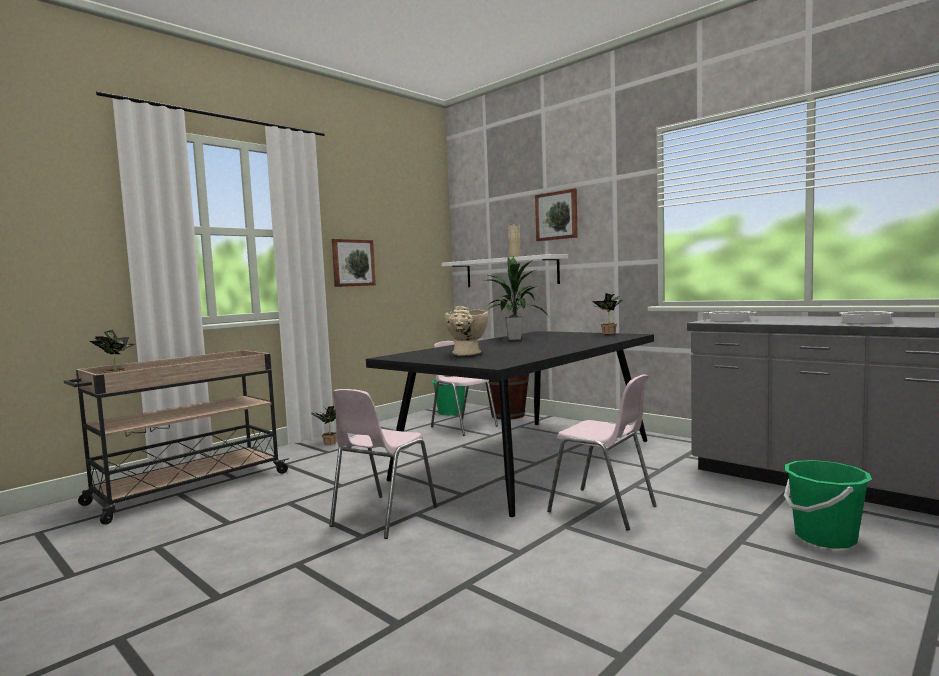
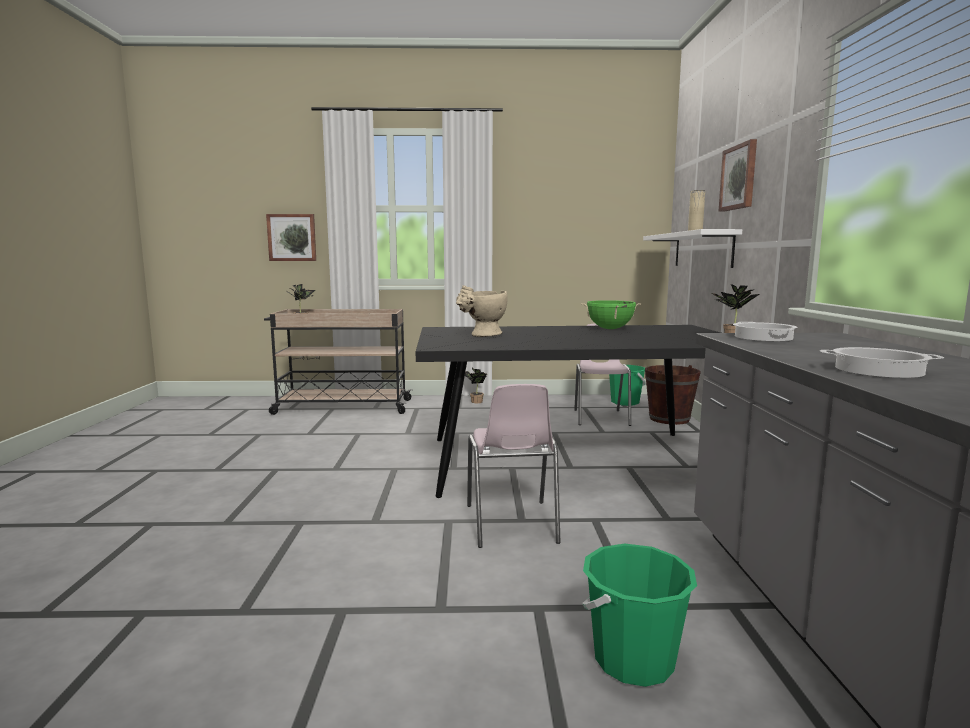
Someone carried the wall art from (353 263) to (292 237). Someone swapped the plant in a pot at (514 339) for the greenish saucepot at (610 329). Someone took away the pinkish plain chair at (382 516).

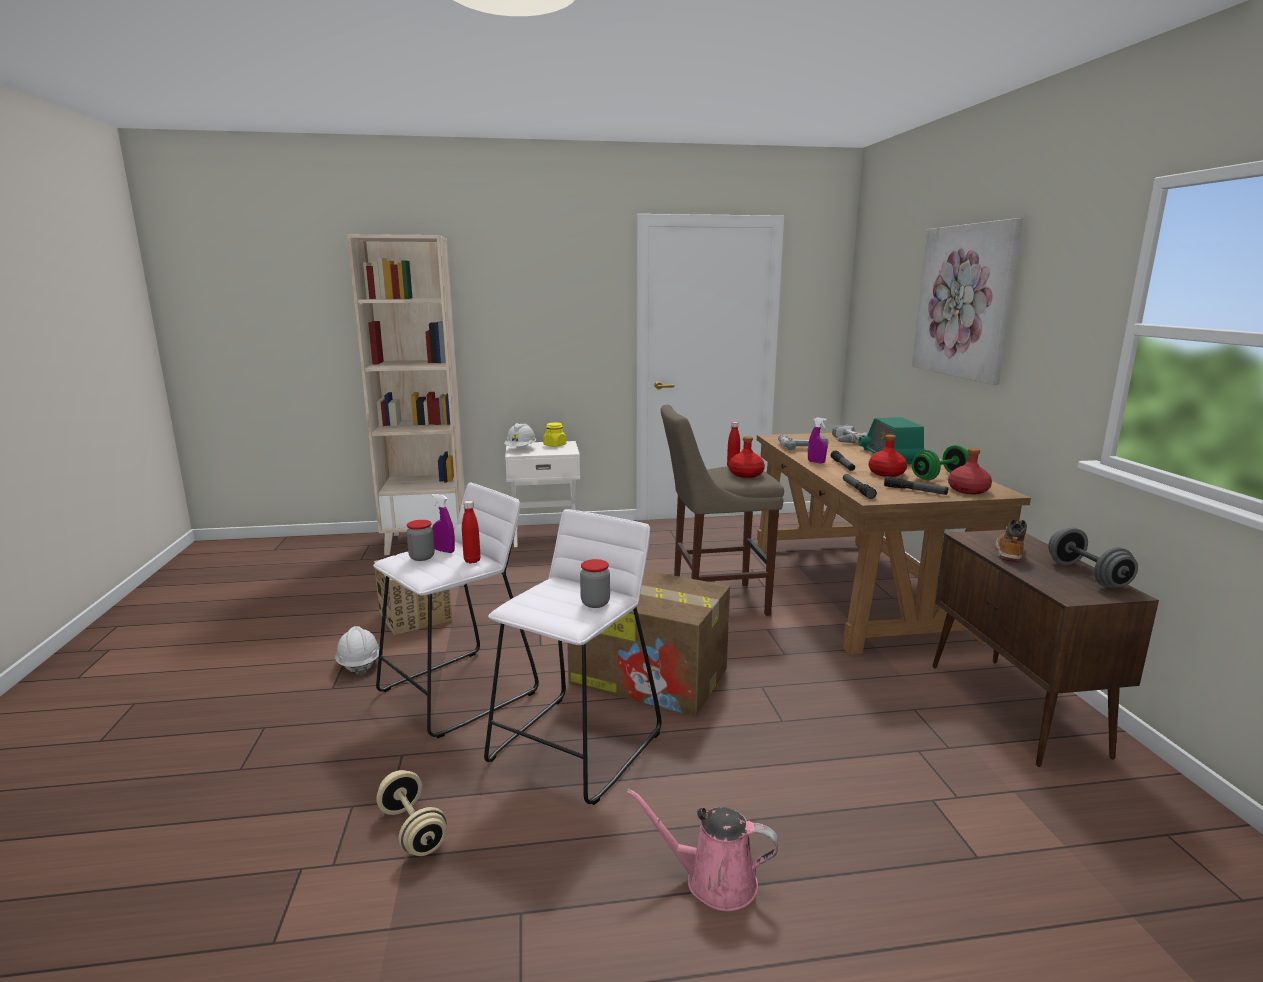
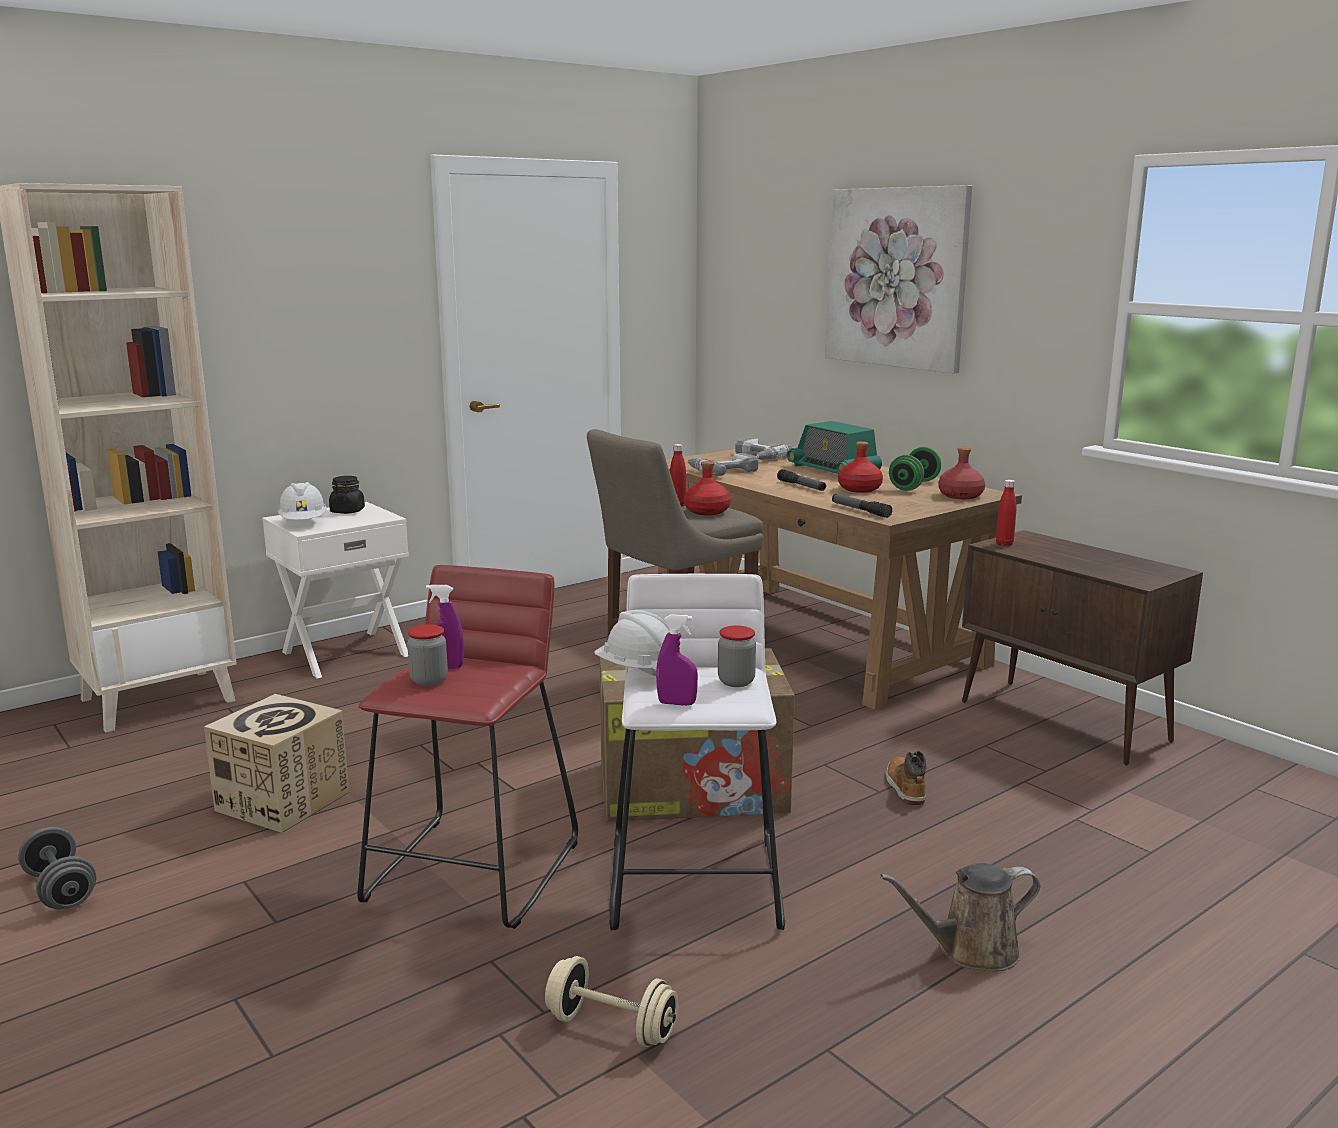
Someone carried the purple spray bottle from (816 462) to (677 703). Someone repainted the yellow-coloured preserve jar at (555 445), which became the blackish preserve jar at (347 511). Someone took away the hand torch at (915 491). Someone repainted the white stool at (458 692), which became the red stool at (474 871). Someone carried the red beverage bottle from (472 561) to (1004 544). Someone carried the tall boot from (1009 551) to (905 787). Someone carried the greyish hand weight from (1087 575) to (60 890). Someone carried the white work helmet from (359 663) to (638 672). Someone repainted the pinkish watering can at (713 881), which became the brownish watering can at (970 950).

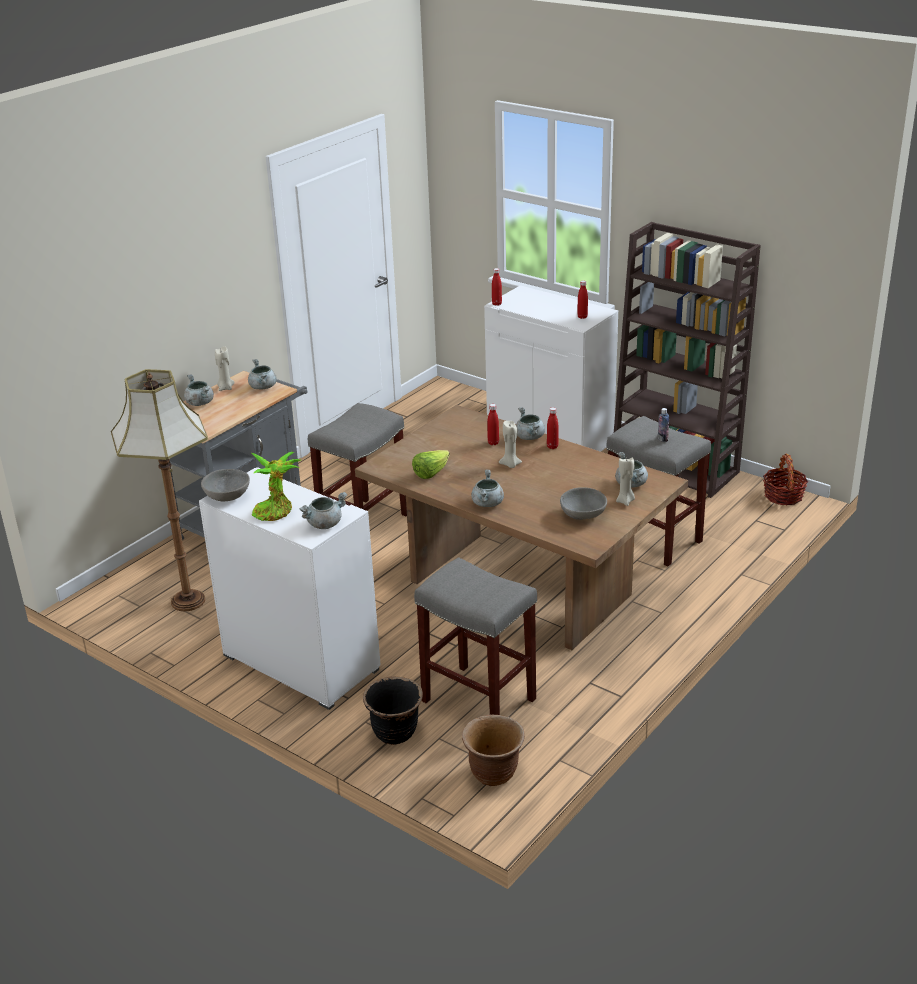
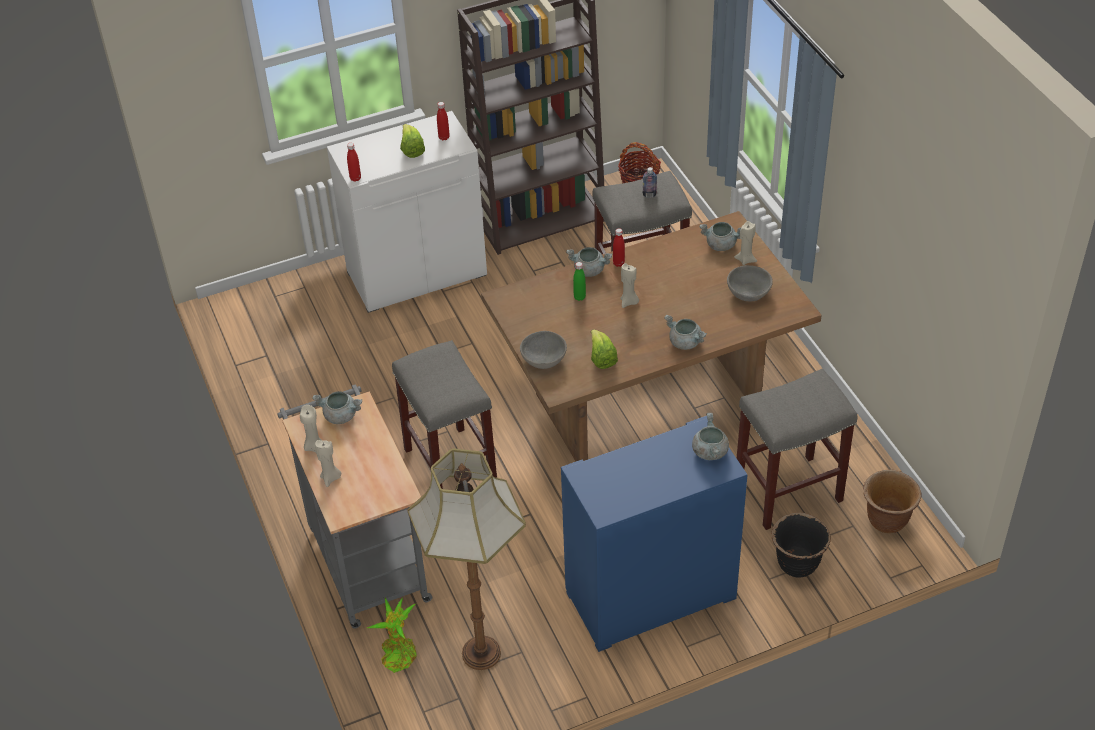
Someone swapped the greyish saucepot at (199 403) for the beige wax candle at (331 478). Someone repainted the red beverage bottle at (493 443), which became the greenish beverage bottle at (579 297). Someone carried the plant in a pot from (276 511) to (398 653). Someone repainted the white cabinet at (299 662), which became the blue cabinet at (650 596). Someone carried the greyish serving bowl from (228 496) to (543 359). Someone put down the lettuce head at (411 150).

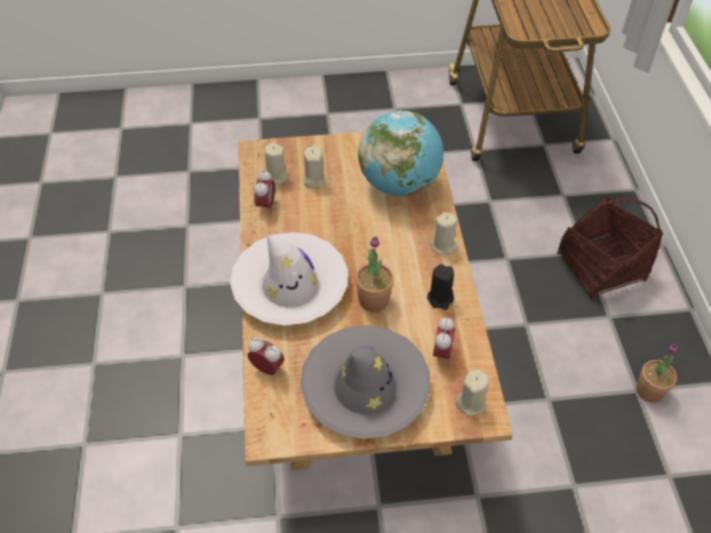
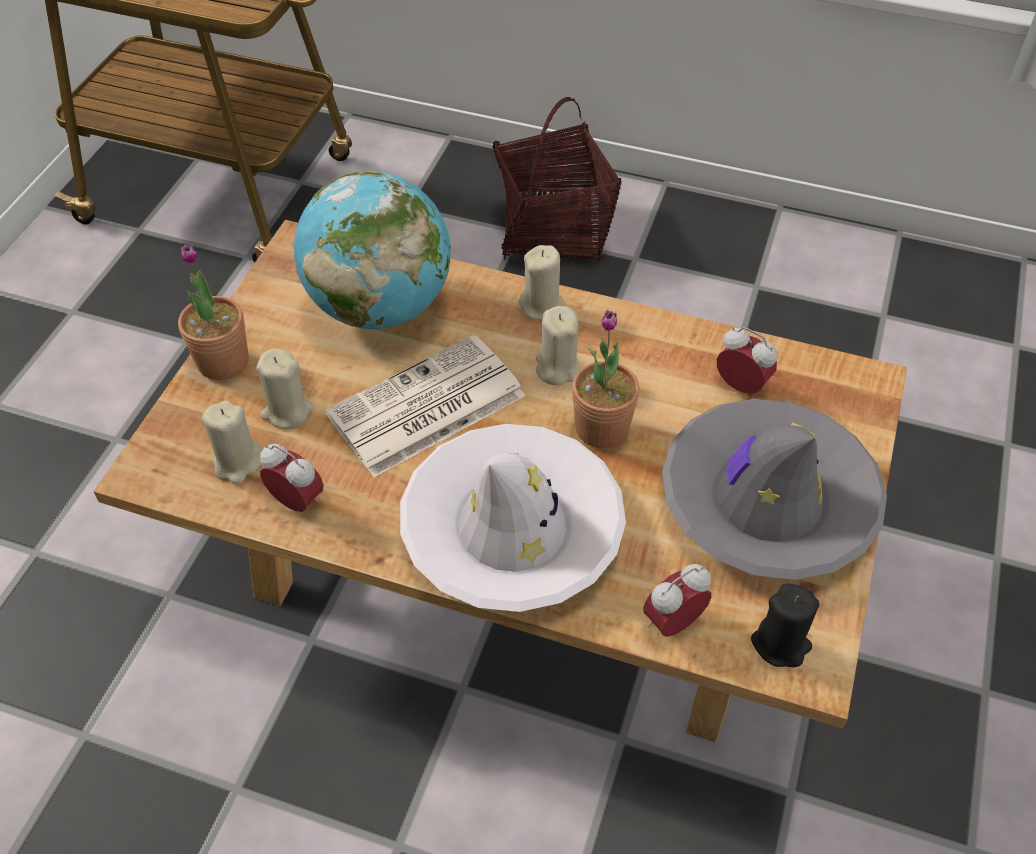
Someone carried the blackish wax candle from (440 298) to (780 644). Someone carried the plant in a pot from (649 391) to (223 361). Someone carried the beige wax candle from (471 402) to (557 368). Someone put down the printed paper at (425 408).

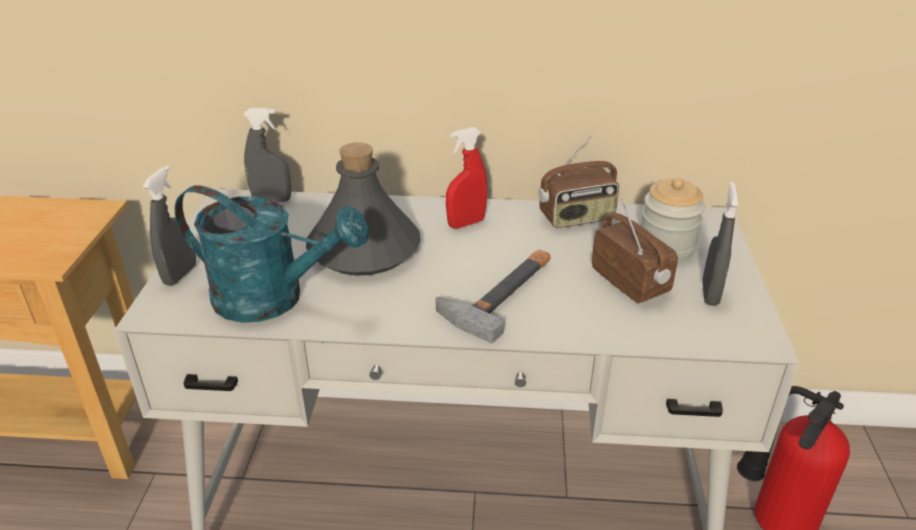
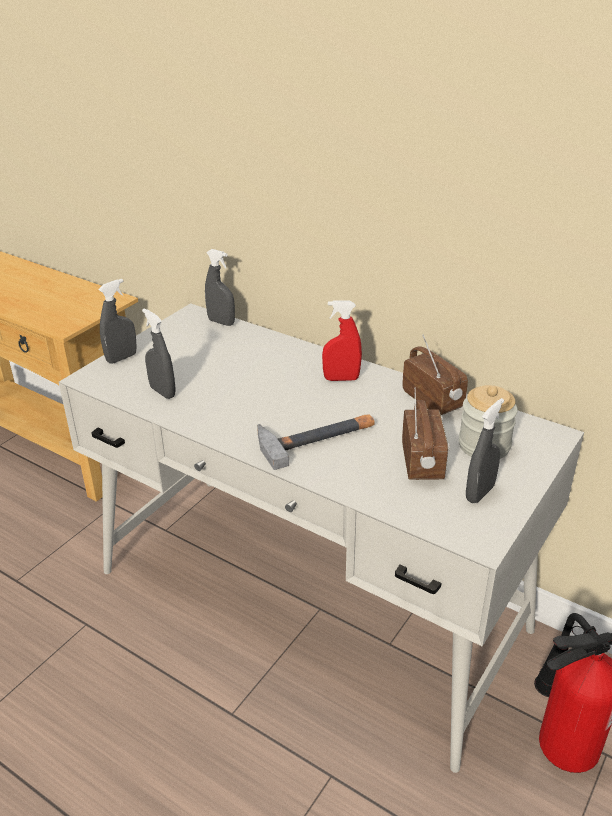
Someone rotated the radio at (577 218) by 135 degrees counterclockwise. Someone took away the greyish beverage bottle at (364 249). Someone swapped the turquoise watering can at (273 299) for the greyish spray bottle at (162 392).

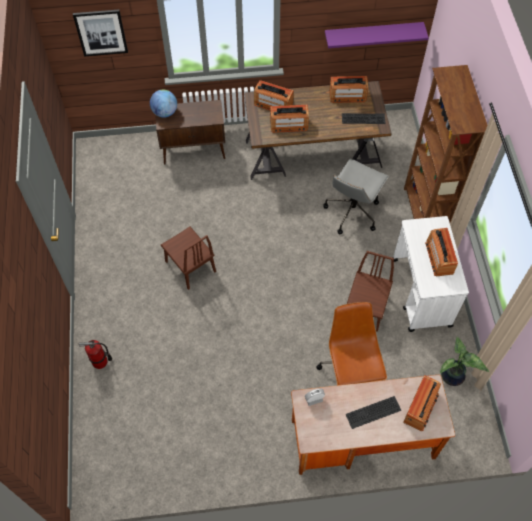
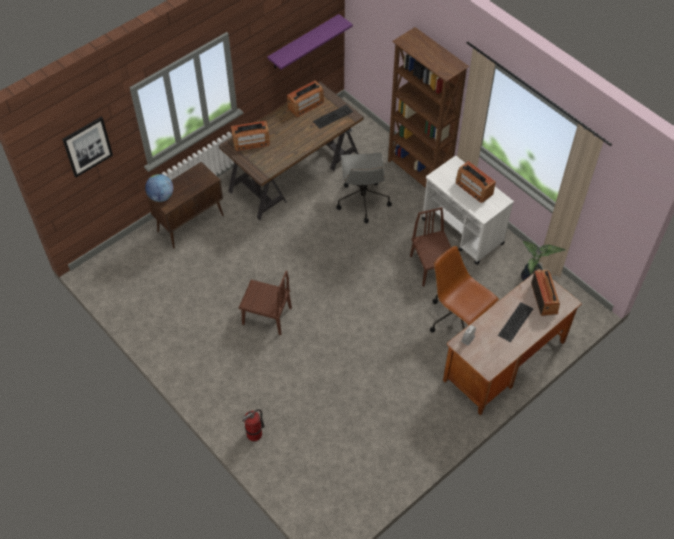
Someone took away the radio at (288 125).

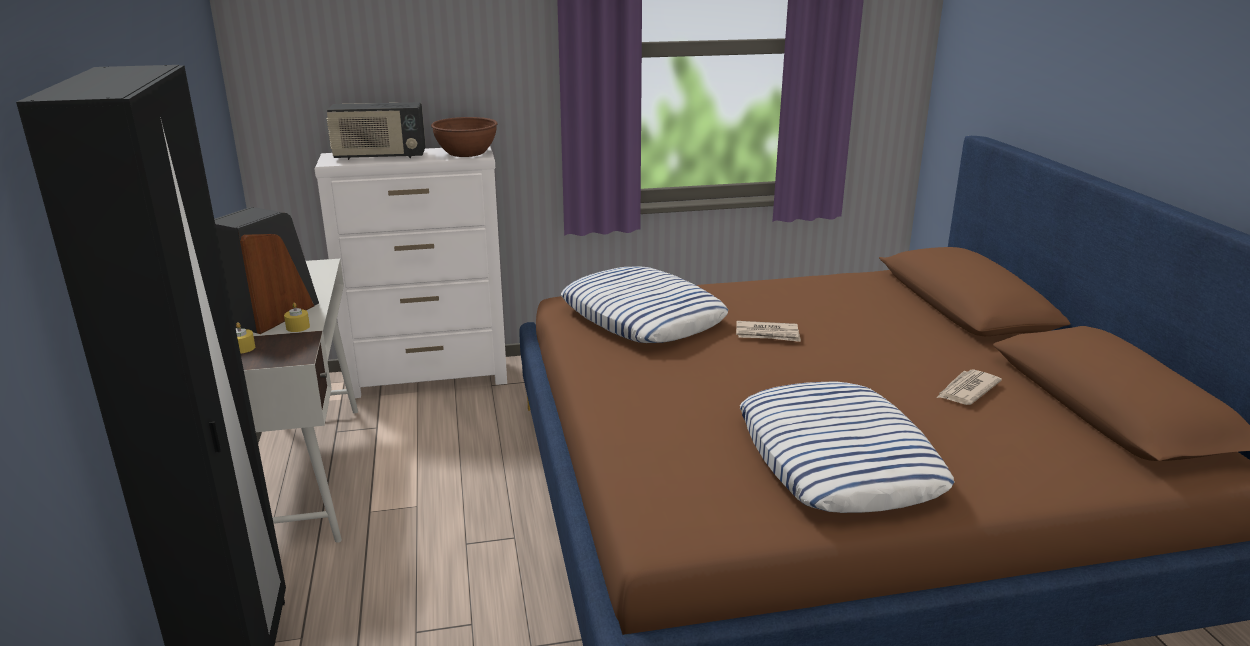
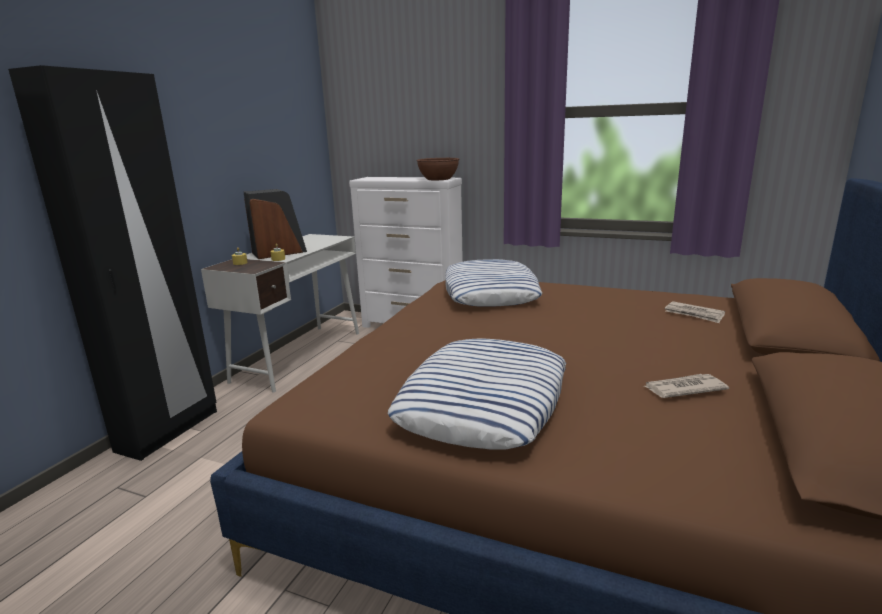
Someone took away the radio at (379 156). Someone carried the printed paper from (767 334) to (694 314).

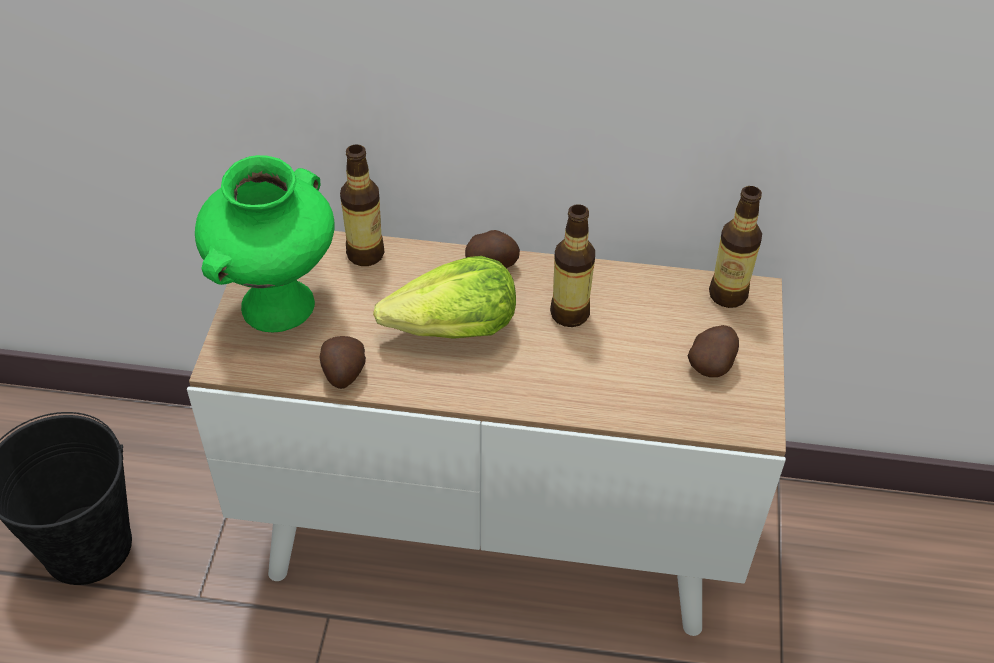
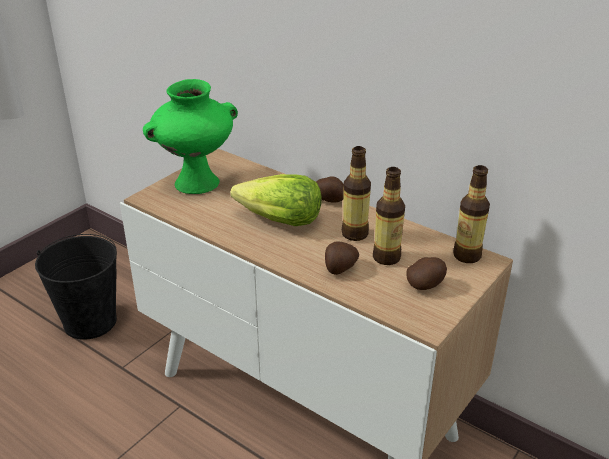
Someone carried the beverage bottle from (365 254) to (386 257). Someone carried the potato from (343 374) to (339 268).

